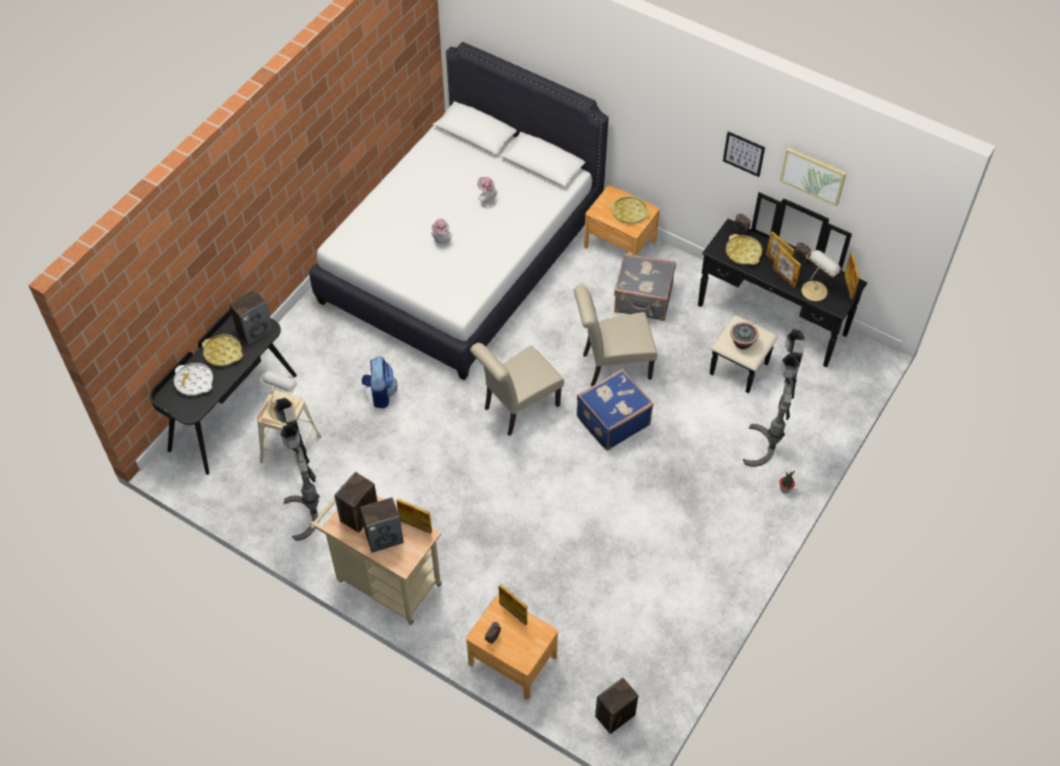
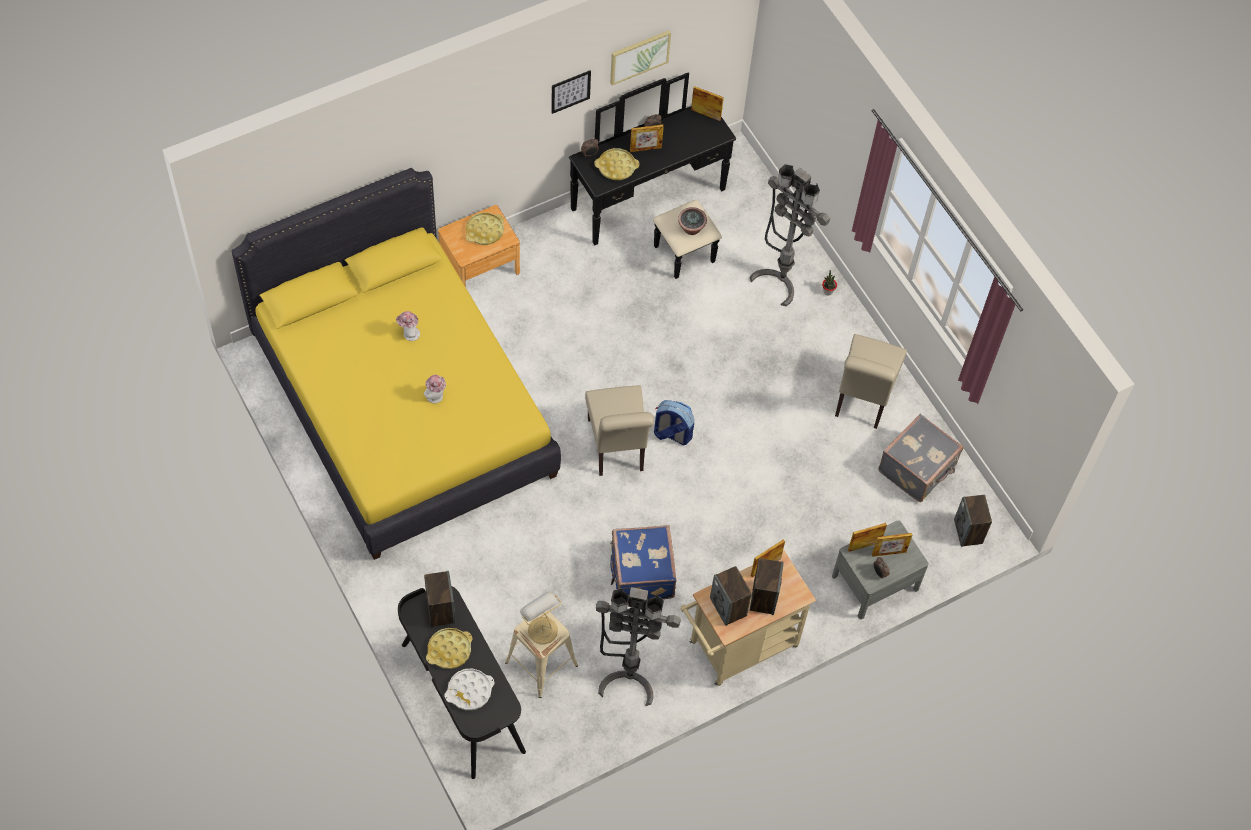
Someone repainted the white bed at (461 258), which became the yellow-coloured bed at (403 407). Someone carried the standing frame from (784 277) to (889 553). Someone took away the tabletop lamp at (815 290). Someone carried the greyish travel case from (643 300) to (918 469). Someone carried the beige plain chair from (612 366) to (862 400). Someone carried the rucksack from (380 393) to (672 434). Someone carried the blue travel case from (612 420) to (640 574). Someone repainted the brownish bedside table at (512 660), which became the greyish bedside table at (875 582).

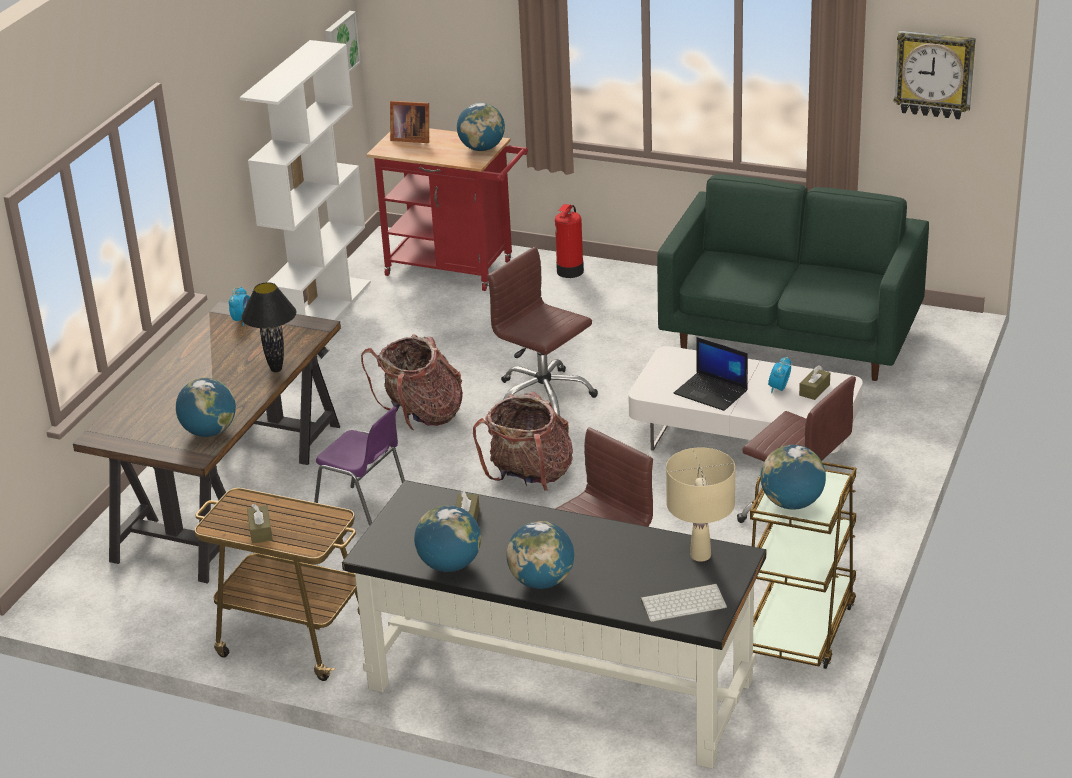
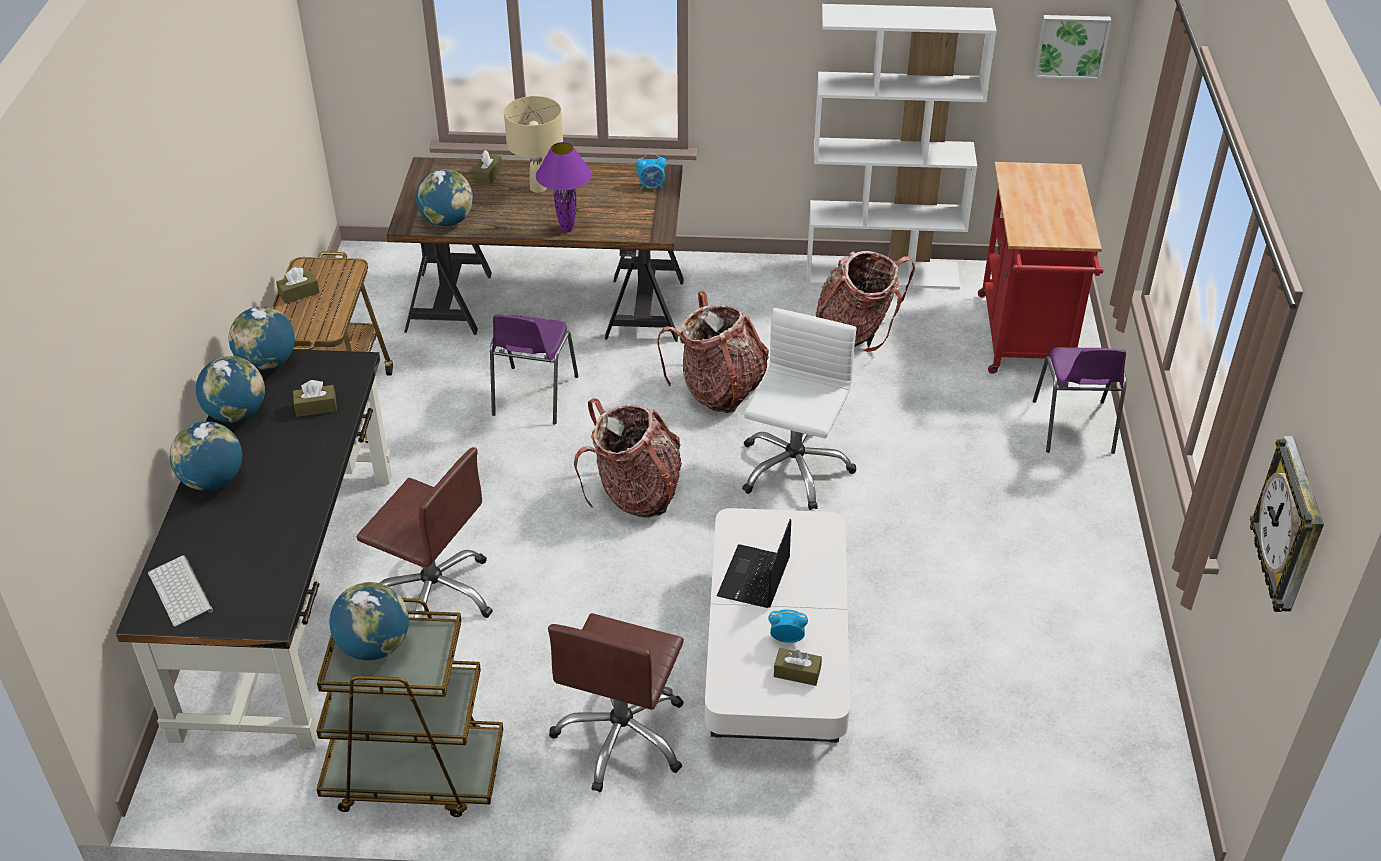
Someone took away the standing frame at (410 138). Someone carried the globe from (482 148) to (267 363). Someone took away the greenish couch at (791 337). Someone swapped the fire extinguisher at (570 271) for the purple plain chair at (1073 428). Someone repainted the brownish desk chair at (543 396), which became the white desk chair at (793 469). Someone repainted the blackish tabletop lamp at (276 370), which became the purple tabletop lamp at (566 229). Someone carried the beige tabletop lamp from (700 556) to (538 188). Someone put down the brownish tissue holder at (488 175). Someone put down the rucksack at (856 332).

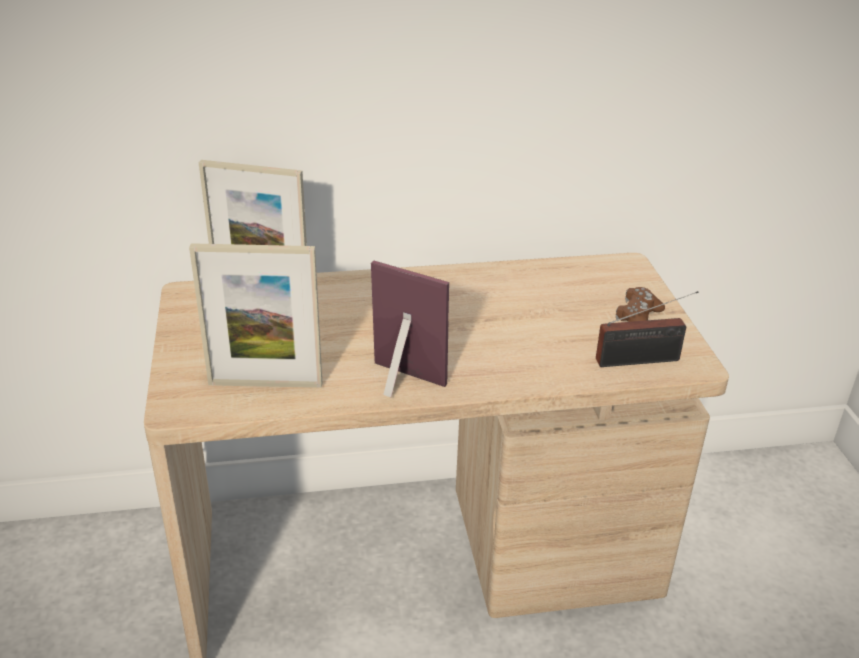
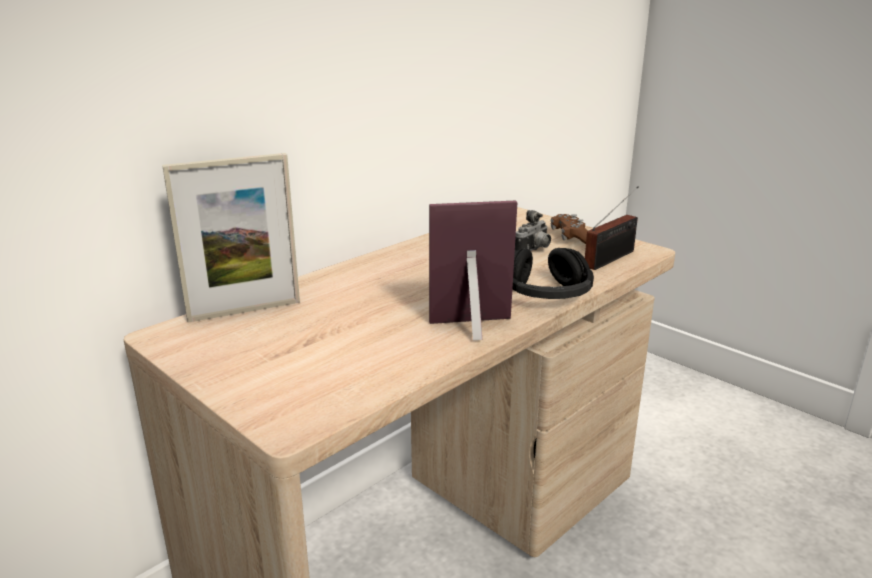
Someone took away the standing frame at (265 384). Someone put down the photo camera at (534 250). Someone put down the blackish headset at (546 294).

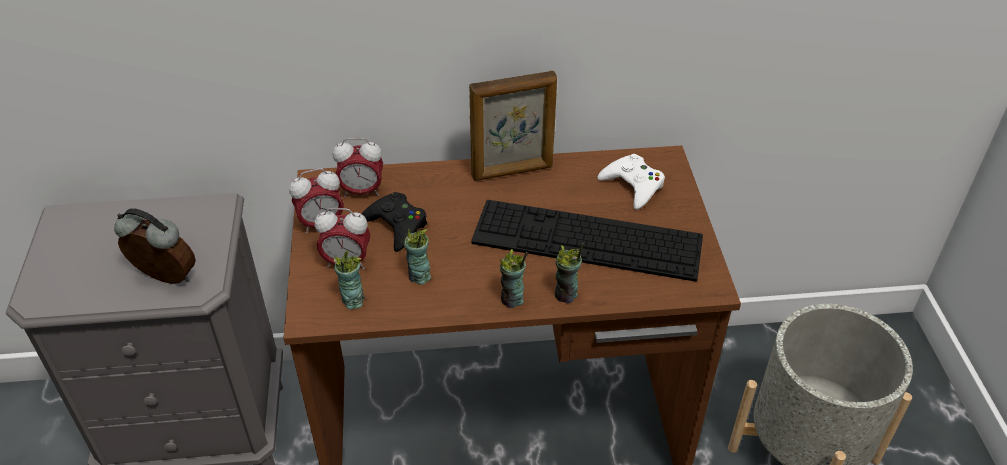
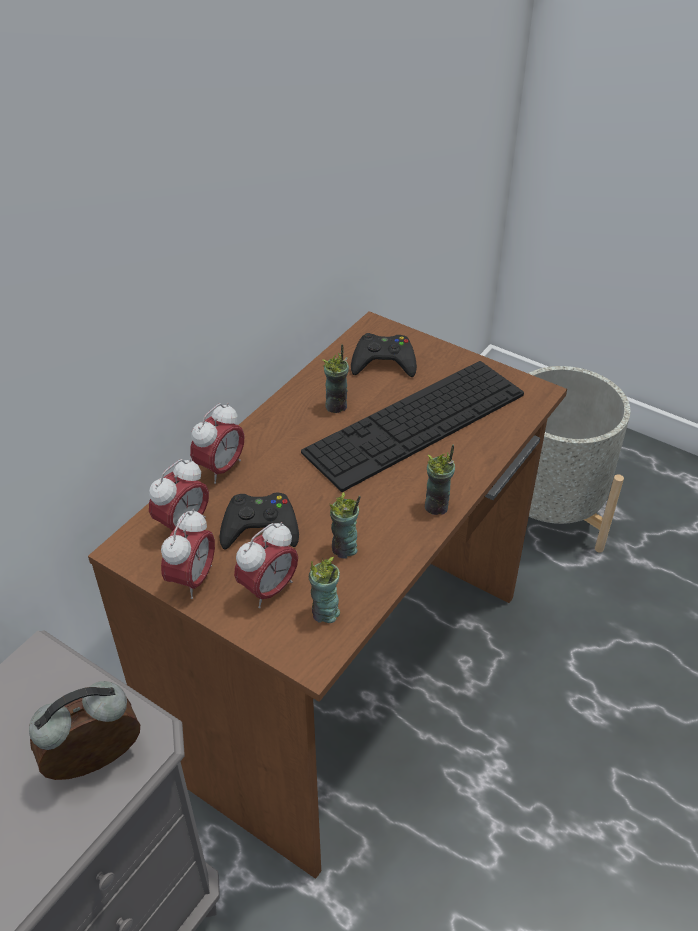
Someone took away the standing frame at (512 171). Someone repainted the white joypad at (633 186), which became the blackish joypad at (383 362). Someone carried the cup from (566 295) to (336 406). Someone put down the alarm clock at (221 468).

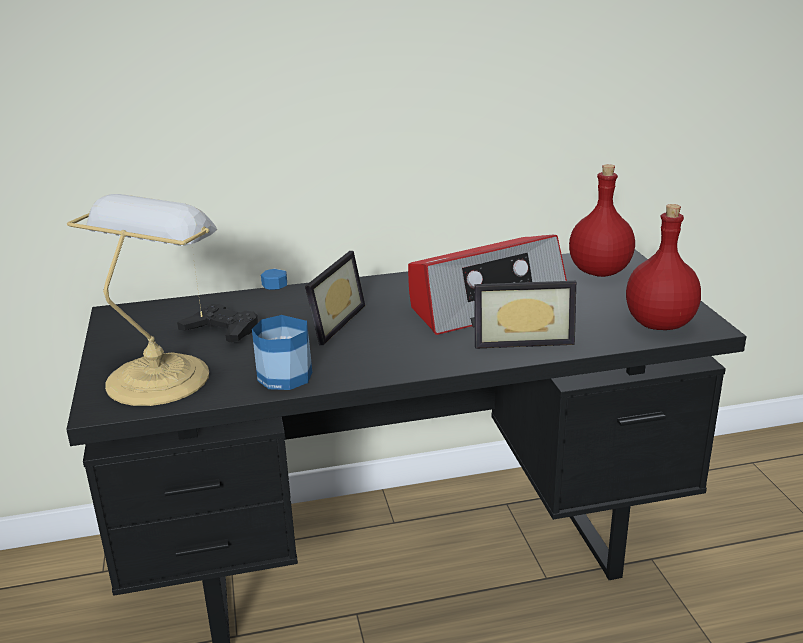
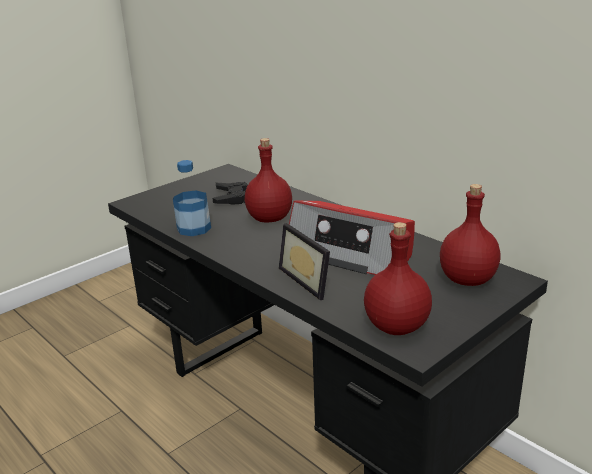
Someone took away the tabletop lamp at (161 376). Someone swapped the standing frame at (329 322) for the red beverage bottle at (269 218).

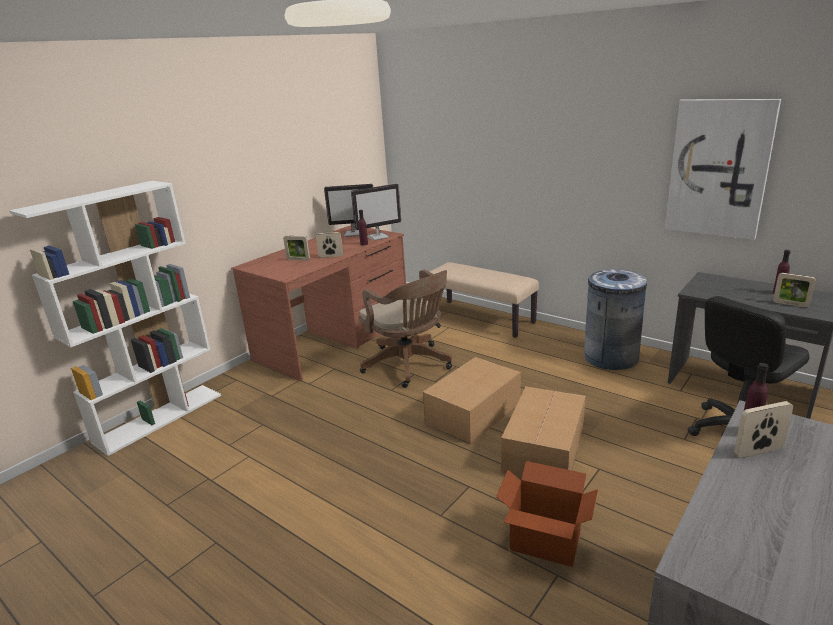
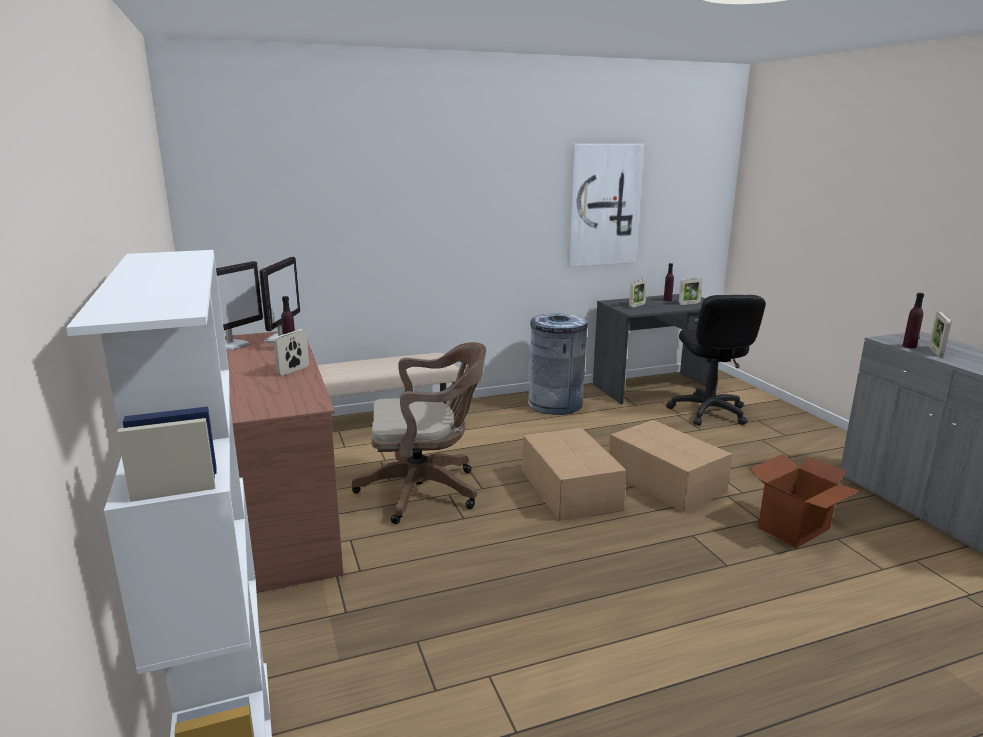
Someone carried the standing frame from (298 259) to (637 305).

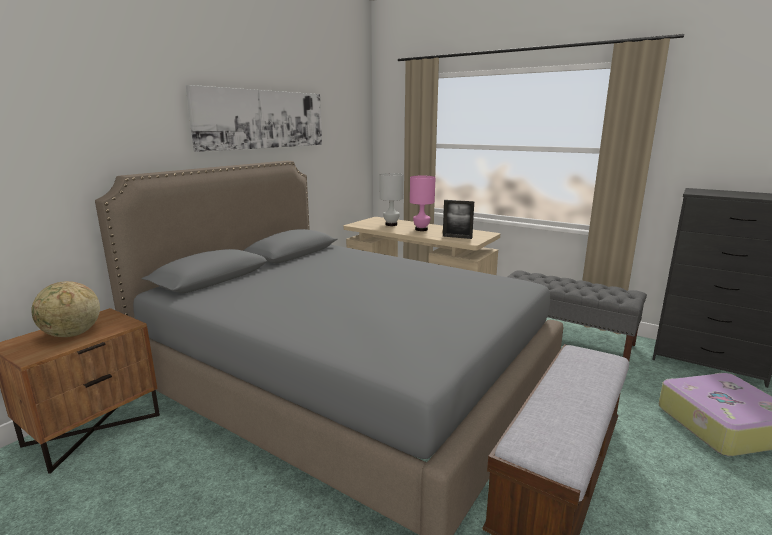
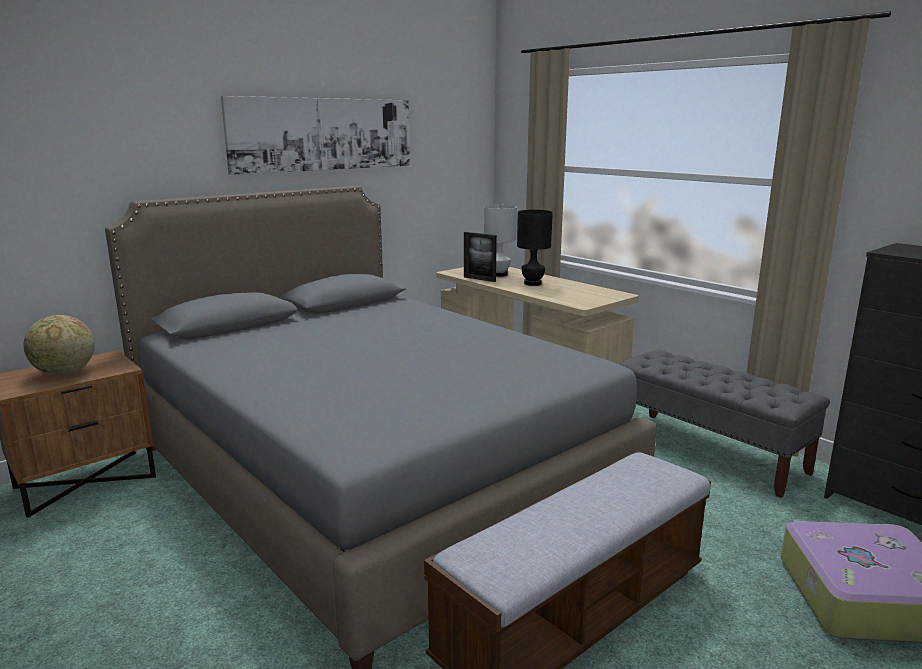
Someone repainted the pinkish tabletop lamp at (421 229), which became the blackish tabletop lamp at (533 283). Someone carried the standing frame from (457 237) to (479 279).

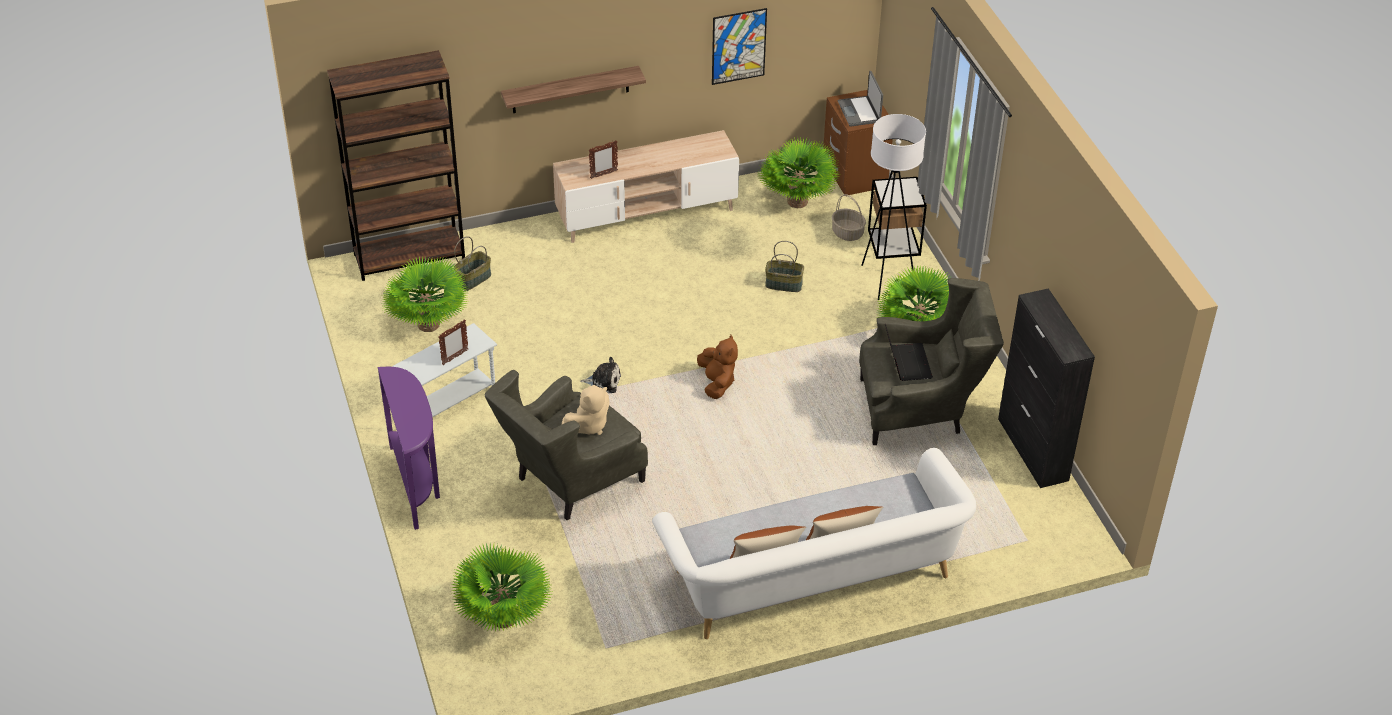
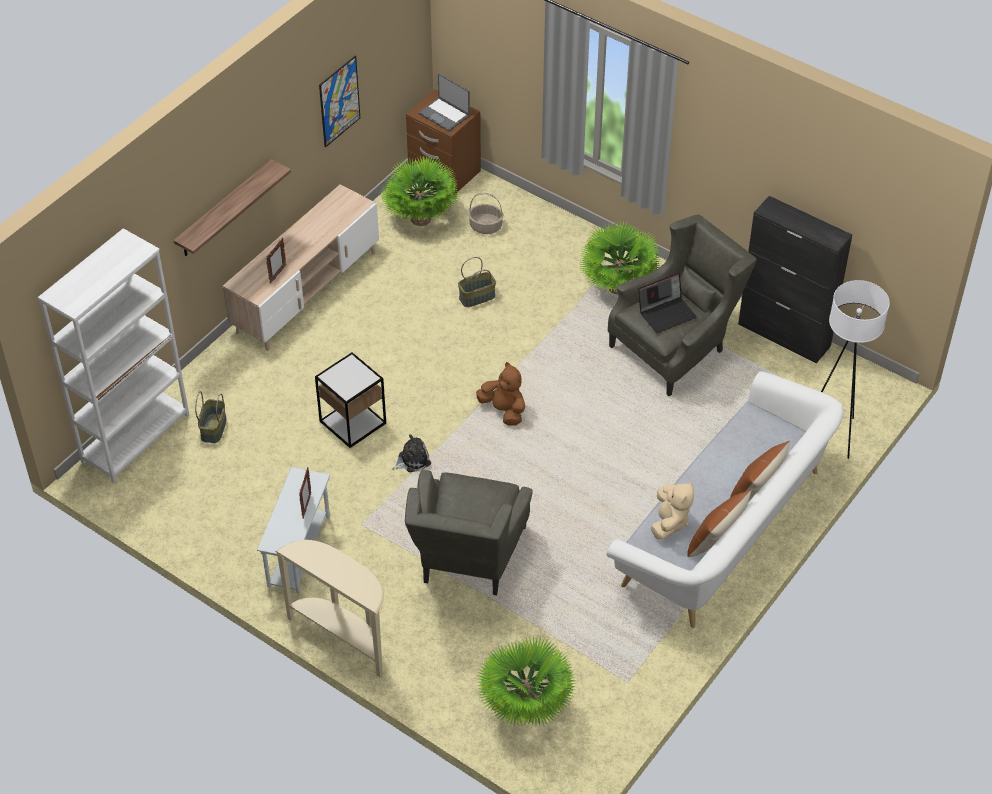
Someone repainted the brownish bookcase at (409 257), which became the white bookcase at (136 438). Someone carried the white floor lamp from (884 280) to (833 435). Someone carried the end table from (894 242) to (352 422). Someone took away the plant in a pot at (428 324). Someone rotated the notebook computer at (906 362) by 105 degrees clockwise. Someone repainted the purple narrow table at (417 483), which became the beige narrow table at (343 637). Someone carried the beige soft toy from (588 425) to (669 522).

